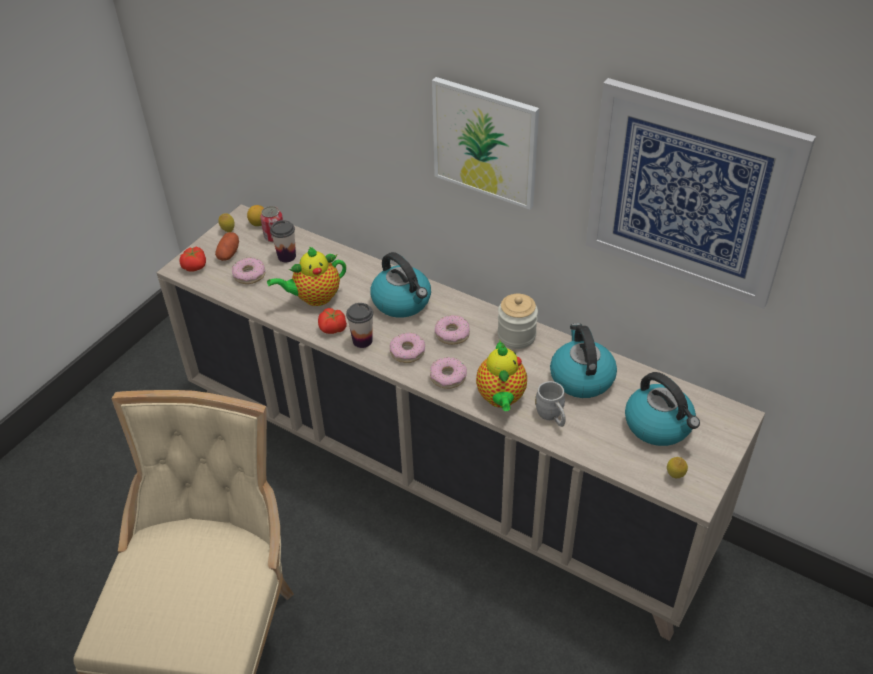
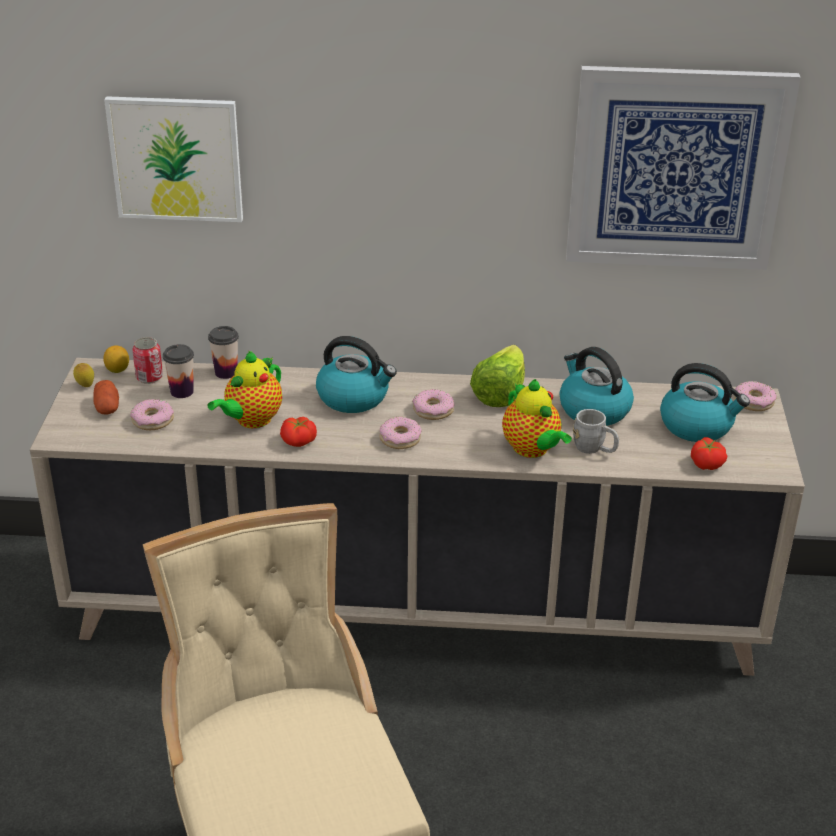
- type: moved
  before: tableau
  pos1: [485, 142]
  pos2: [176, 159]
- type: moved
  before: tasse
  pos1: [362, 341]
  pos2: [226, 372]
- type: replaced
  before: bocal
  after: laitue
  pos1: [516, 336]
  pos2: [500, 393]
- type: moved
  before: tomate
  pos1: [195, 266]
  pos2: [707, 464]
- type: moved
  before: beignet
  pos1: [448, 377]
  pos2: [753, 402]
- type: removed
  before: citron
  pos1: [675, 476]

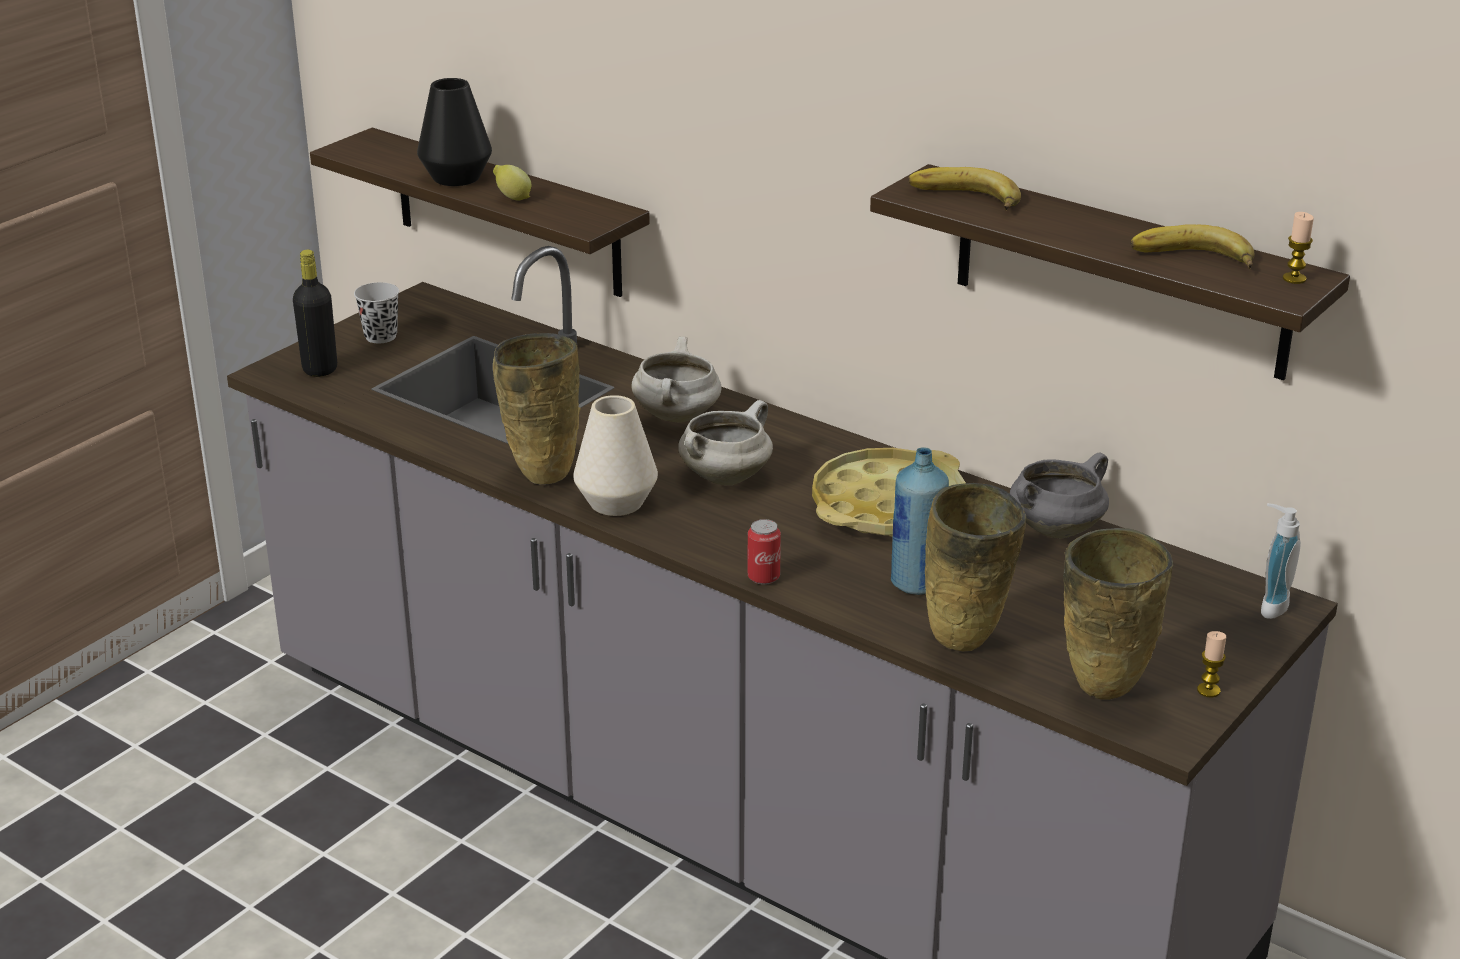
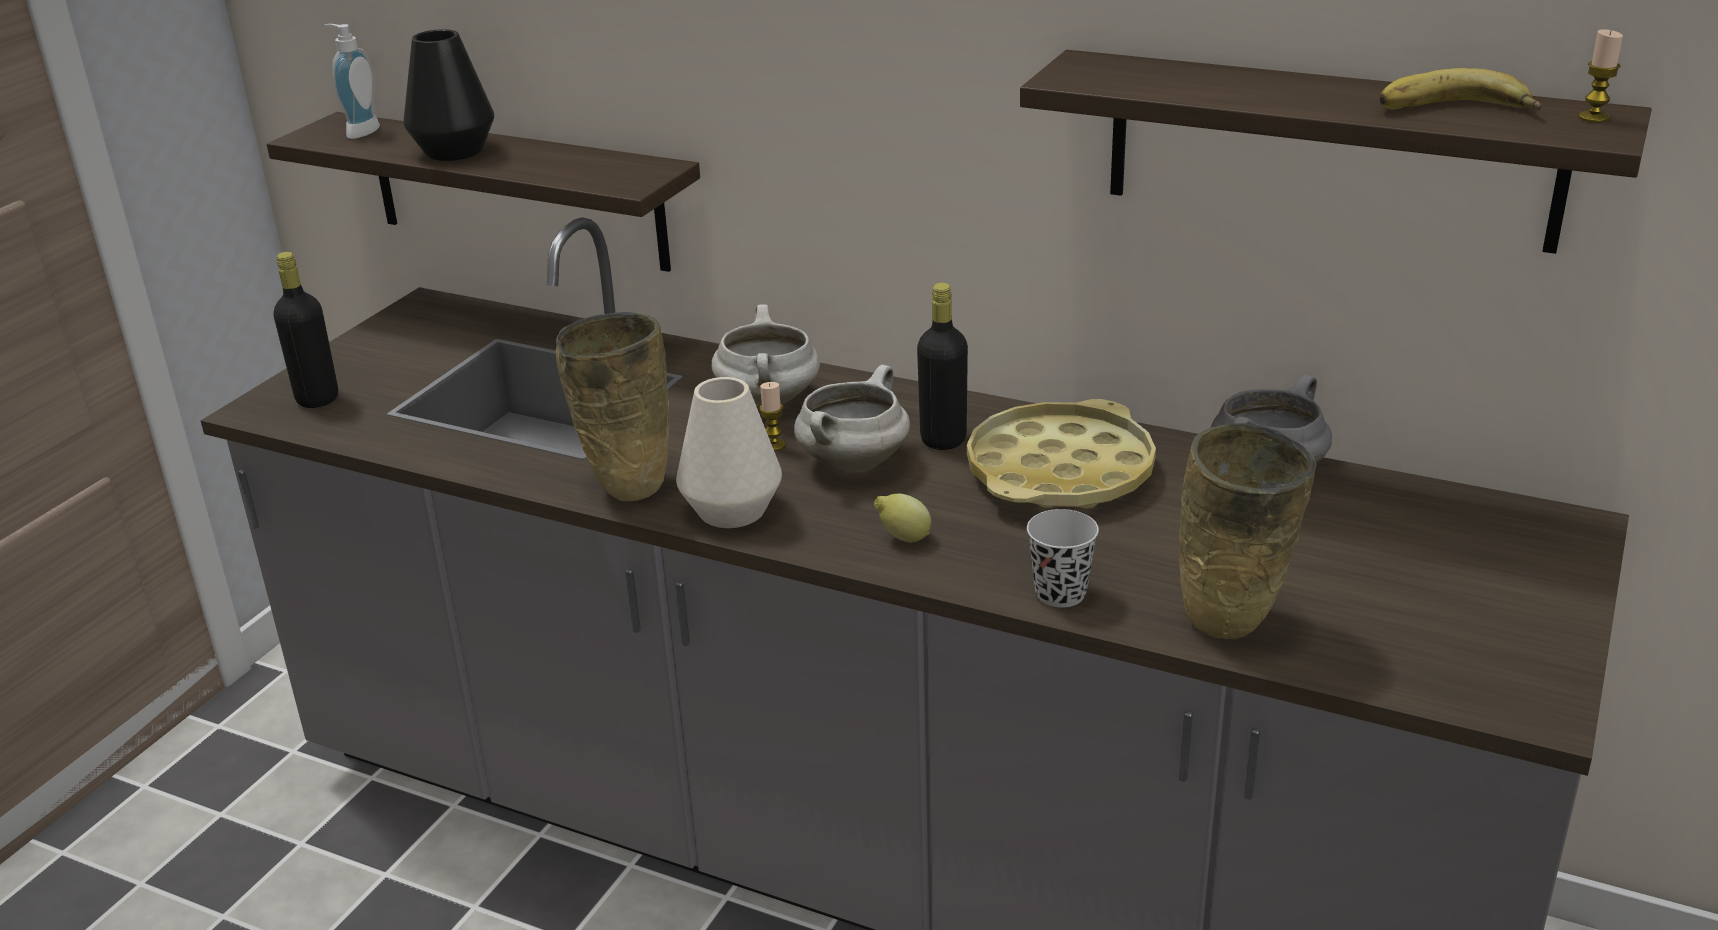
- type: moved
  before: distributeur de savon
  pos1: [1269, 606]
  pos2: [359, 131]
- type: moved
  before: bougie
  pos1: [1208, 690]
  pos2: [774, 445]
- type: moved
  before: citron
  pos1: [512, 198]
  pos2: [903, 538]
- type: added
  after: bouteille (noir)
  pos2: [943, 439]
- type: moved
  before: tasse (noir)
  pos1: [380, 336]
  pos2: [1060, 593]
- type: removed
  before: boîte métallique
  pos1: [763, 577]
- type: removed
  before: bouteille (bleu)
  pos1: [916, 583]
- type: removed
  before: banane
  pos1: [963, 199]
- type: removed
  before: vase (beige)
  pos1: [1102, 690]

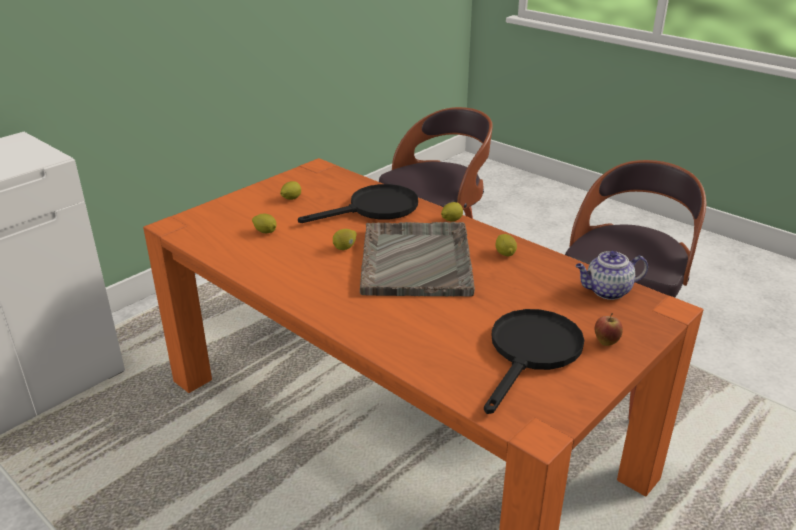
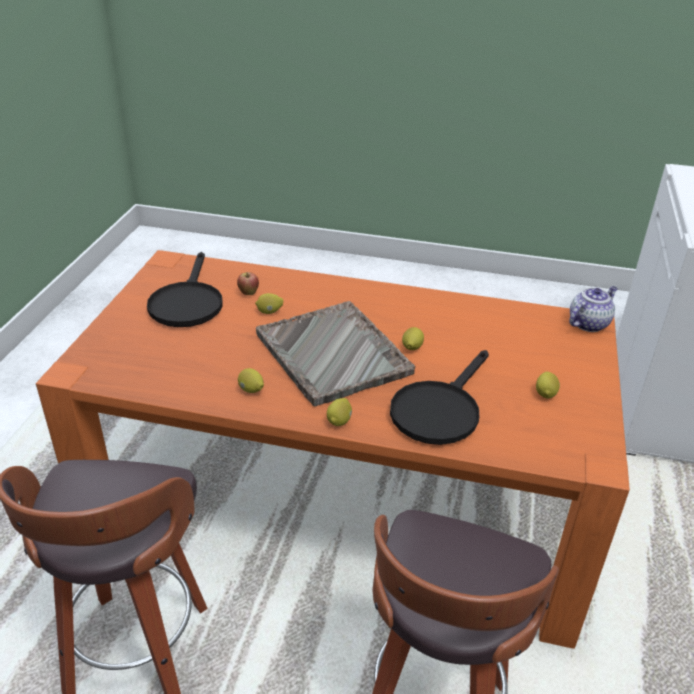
- type: moved
  before: pomme
  pos1: [606, 342]
  pos2: [248, 293]
- type: moved
  before: citron
  pos1: [265, 232]
  pos2: [269, 312]
- type: moved
  before: théière
  pos1: [607, 291]
  pos2: [588, 323]

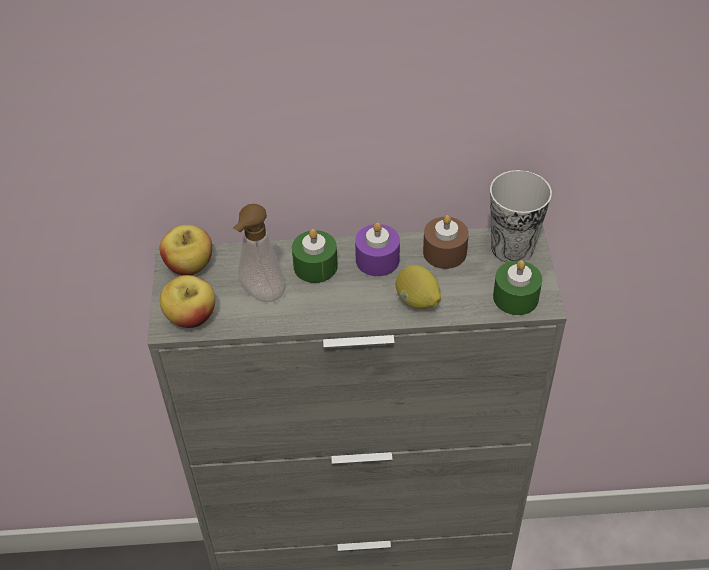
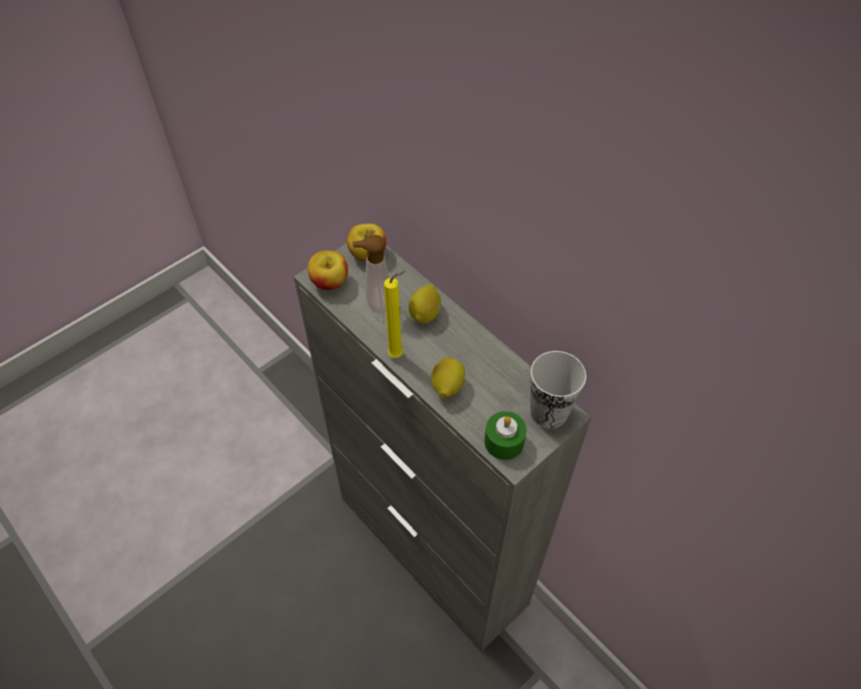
- type: added
  after: bougie (jaune)
  pos2: [398, 355]
- type: replaced
  before: bougie (vert)
  after: citron
  pos1: [315, 266]
  pos2: [425, 314]
- type: removed
  before: bougie (violet)
  pos1: [377, 260]
- type: removed
  before: bougie (marron)
  pos1: [444, 252]

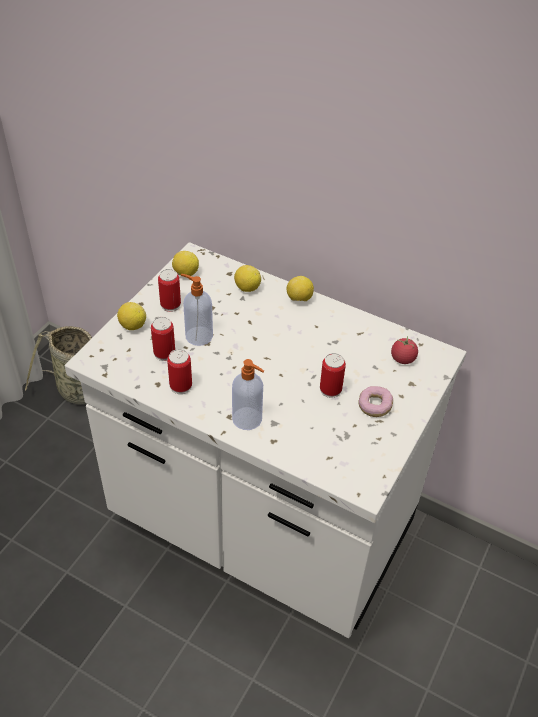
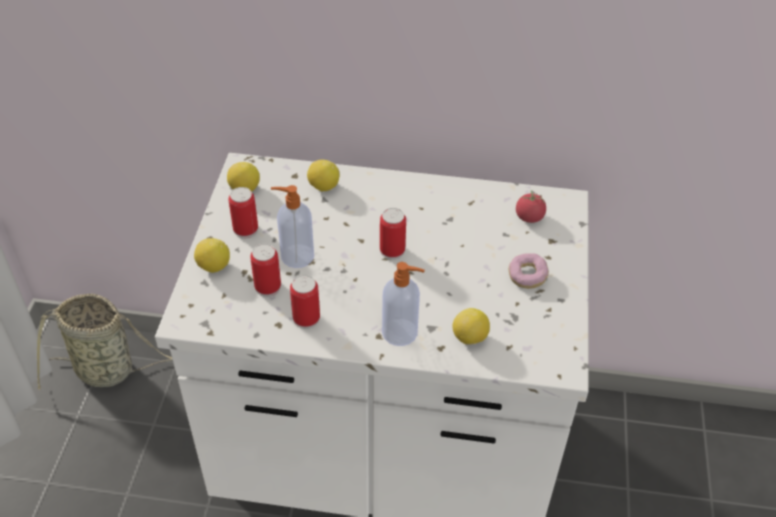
- type: moved
  before: boîte métallique
  pos1: [330, 390]
  pos2: [392, 251]
- type: moved
  before: citron
  pos1: [299, 299]
  pos2: [469, 338]

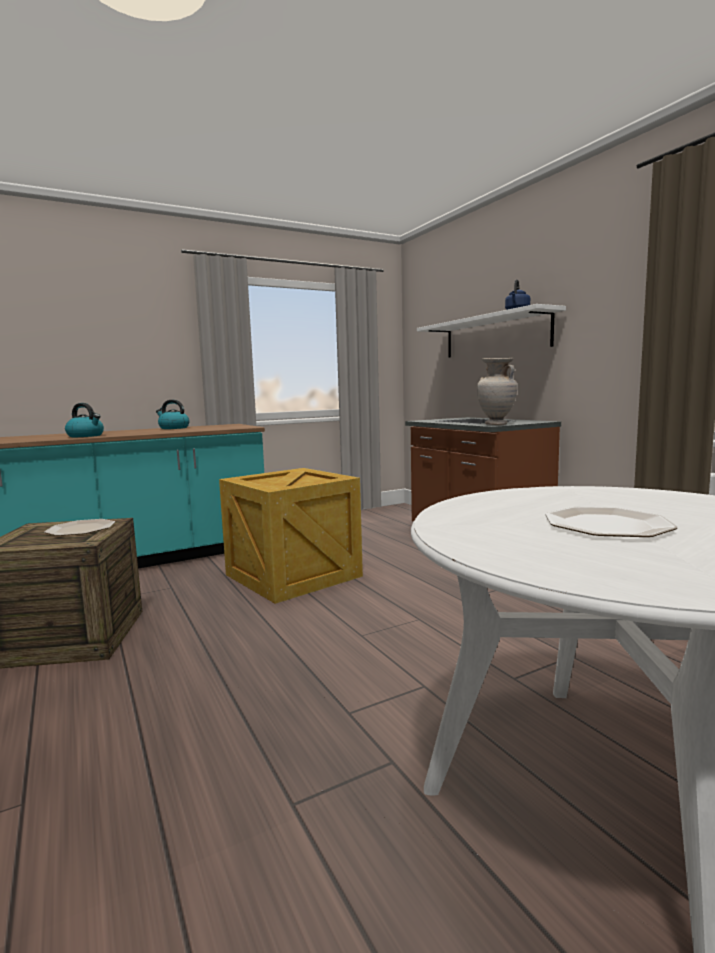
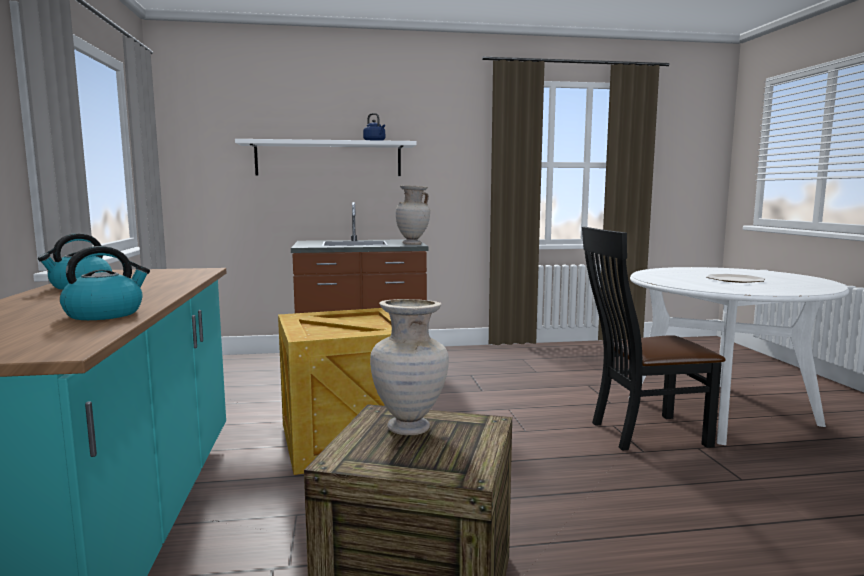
- type: replaced
  before: assiette
  after: vase (beige)
  pos1: [80, 529]
  pos2: [410, 428]
- type: added
  after: chaise (noir)
  pos2: [642, 433]

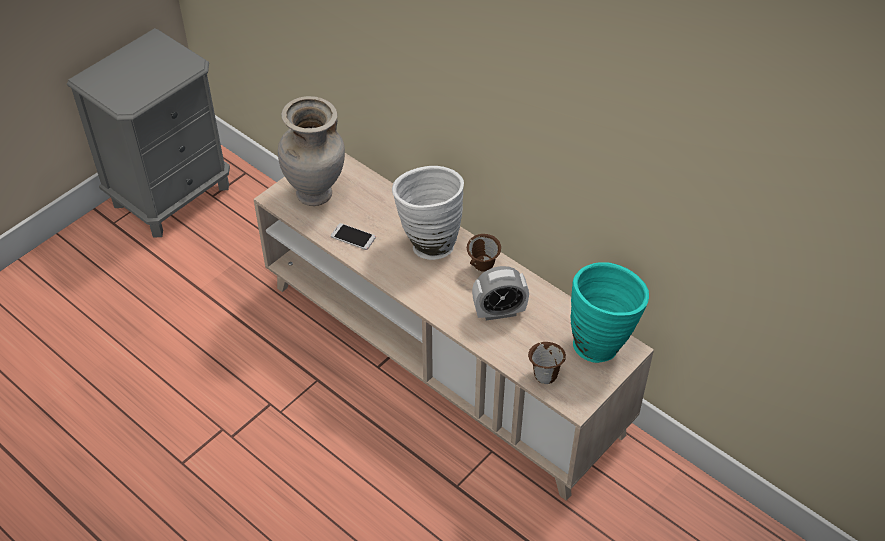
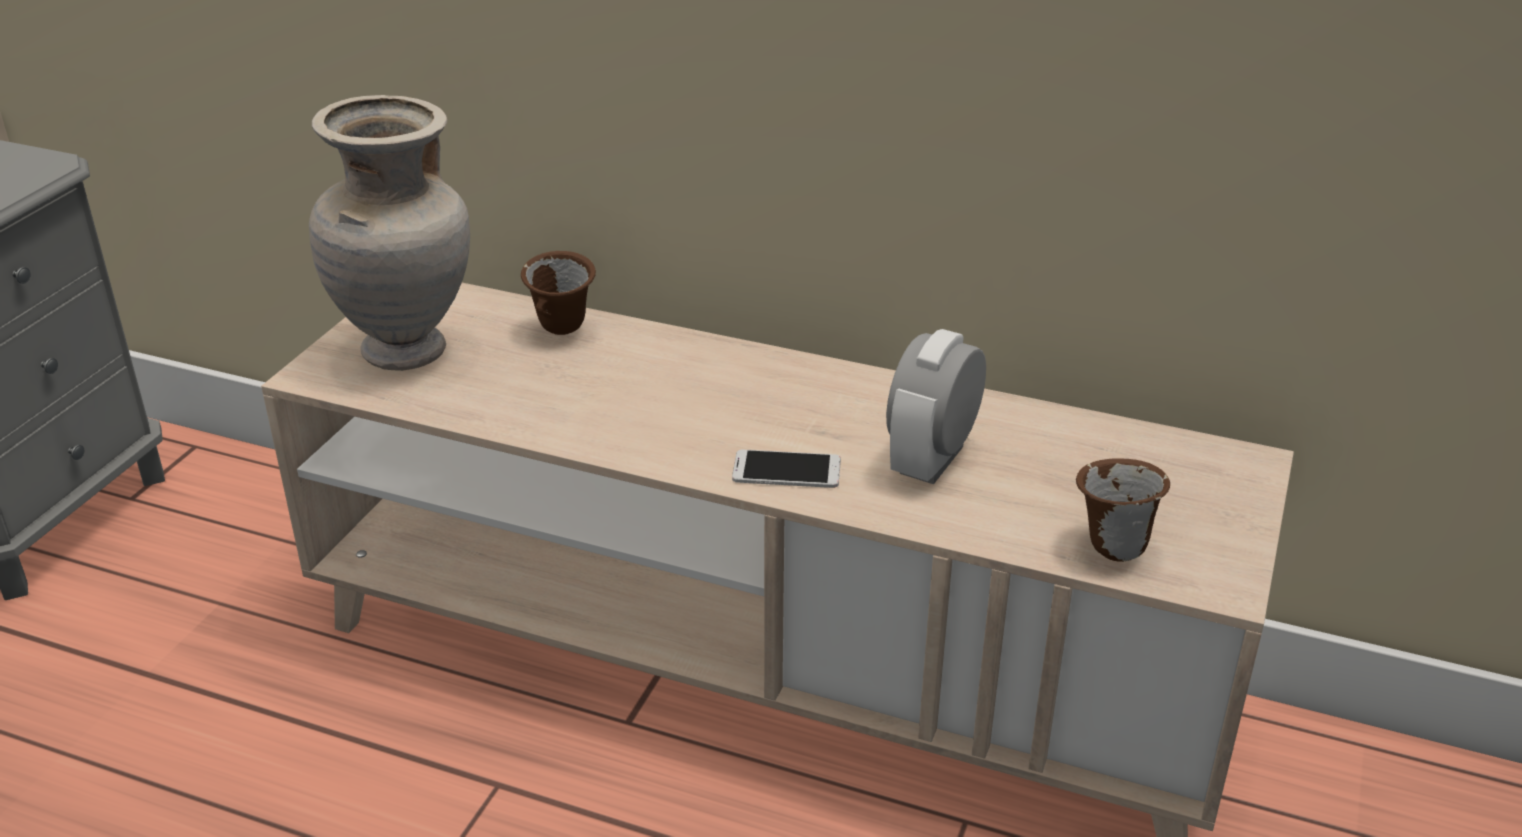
- type: moved
  before: mug (marron)
  pos1: [483, 268]
  pos2: [563, 332]
- type: moved
  before: téléphone
  pos1: [353, 237]
  pos2: [786, 470]
- type: turned
  before: réveil
  pos1: [499, 312]
  pos2: [932, 460]
  turn: 150
- type: removed
  before: vase (blanc)
  pos1: [428, 242]
- type: removed
  before: vase (turquoise)
  pos1: [601, 342]

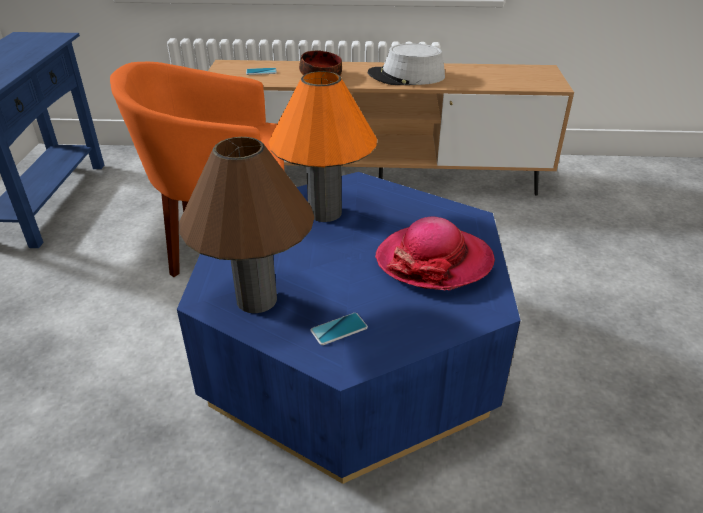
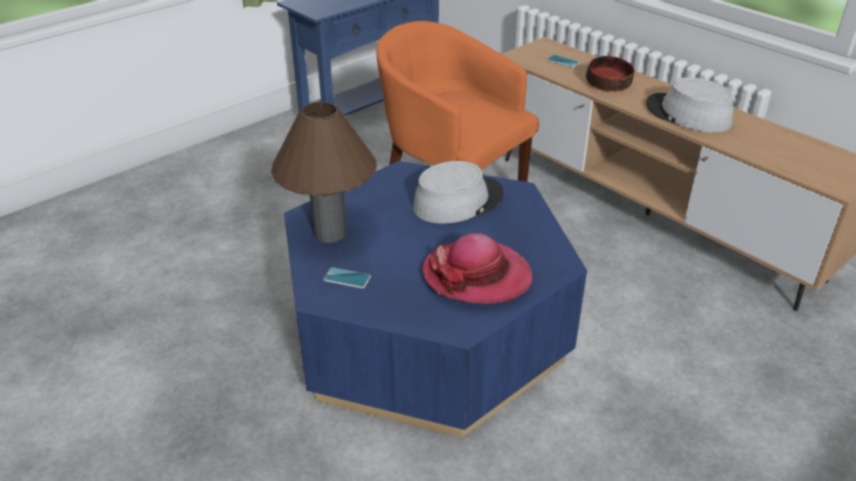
- type: replaced
  before: lampe de table (orange)
  after: chapeau (gris)
  pos1: [325, 213]
  pos2: [458, 201]

